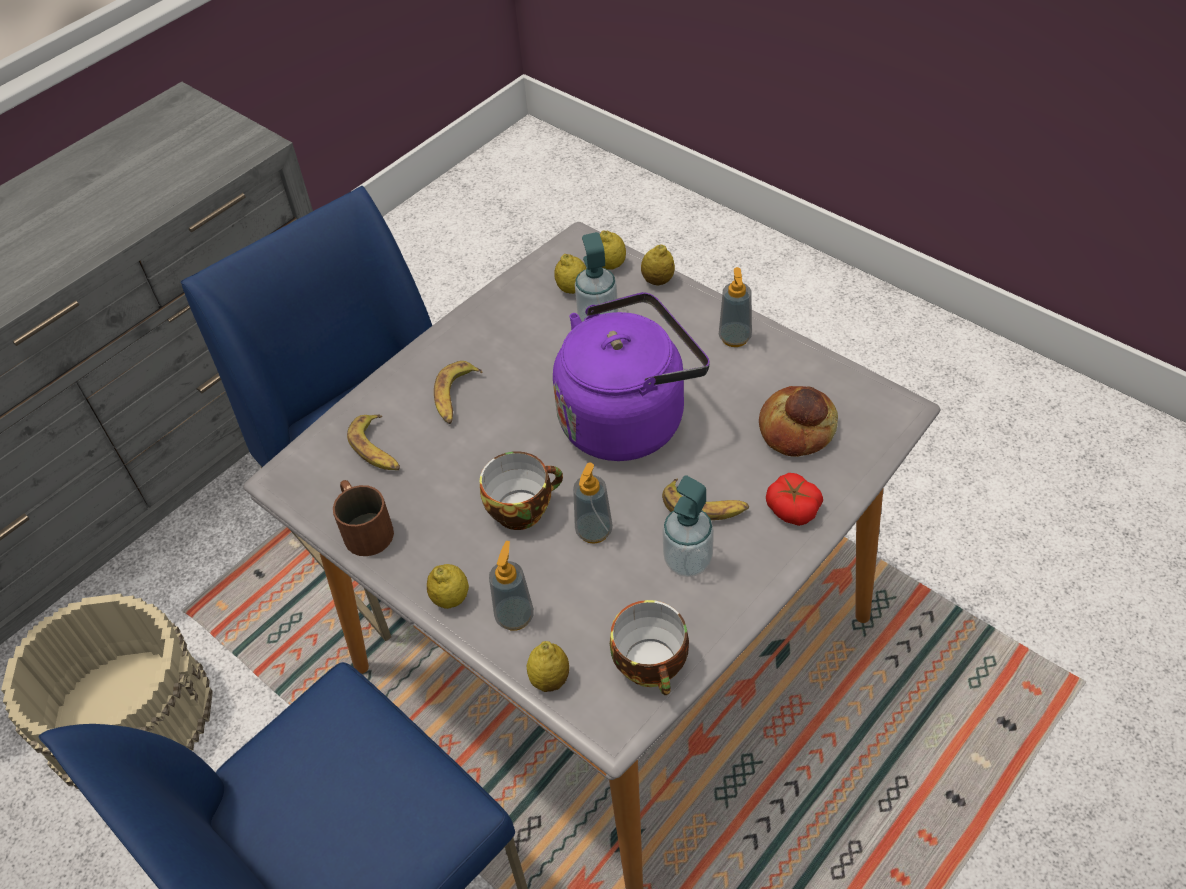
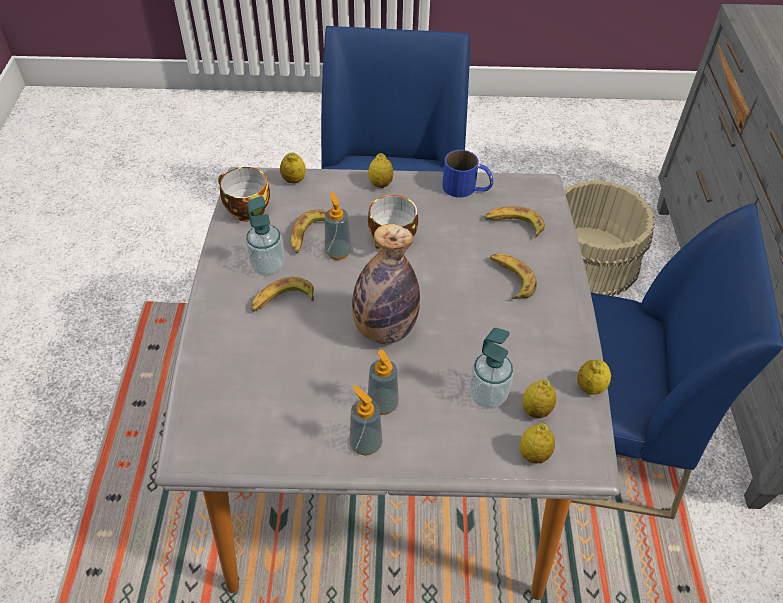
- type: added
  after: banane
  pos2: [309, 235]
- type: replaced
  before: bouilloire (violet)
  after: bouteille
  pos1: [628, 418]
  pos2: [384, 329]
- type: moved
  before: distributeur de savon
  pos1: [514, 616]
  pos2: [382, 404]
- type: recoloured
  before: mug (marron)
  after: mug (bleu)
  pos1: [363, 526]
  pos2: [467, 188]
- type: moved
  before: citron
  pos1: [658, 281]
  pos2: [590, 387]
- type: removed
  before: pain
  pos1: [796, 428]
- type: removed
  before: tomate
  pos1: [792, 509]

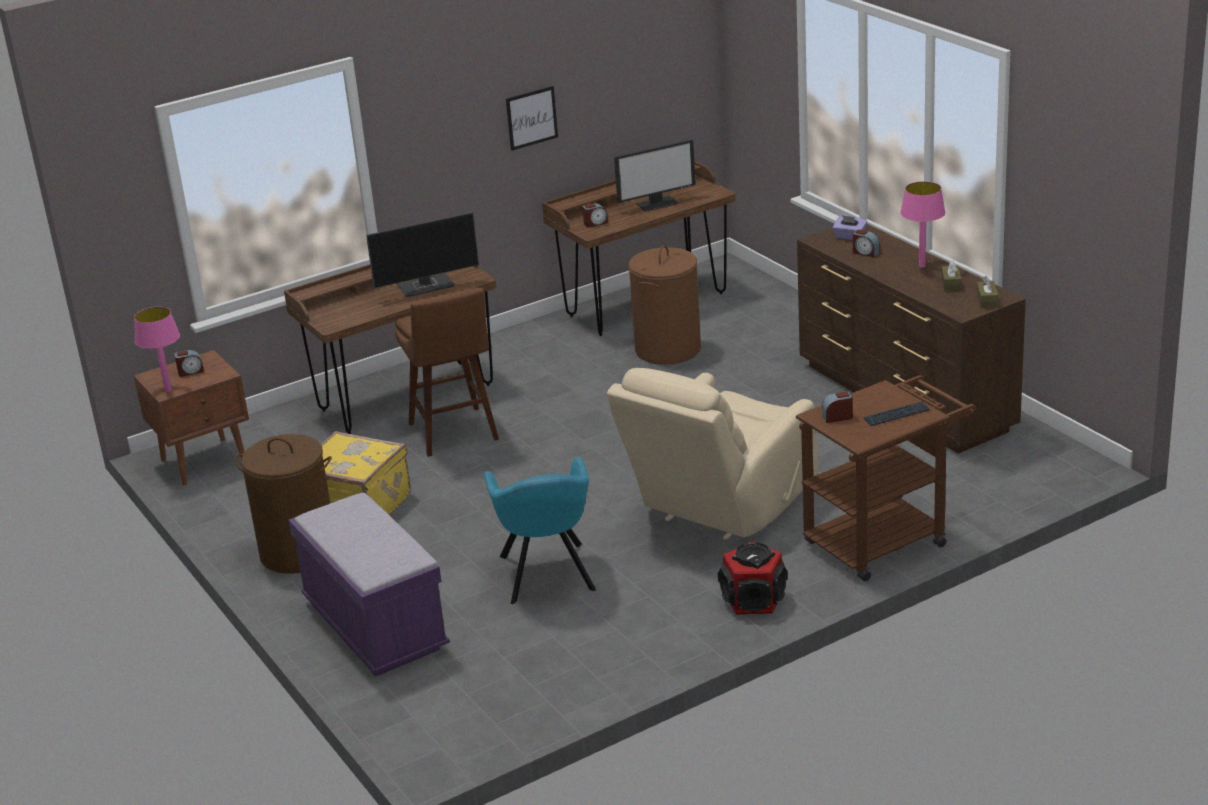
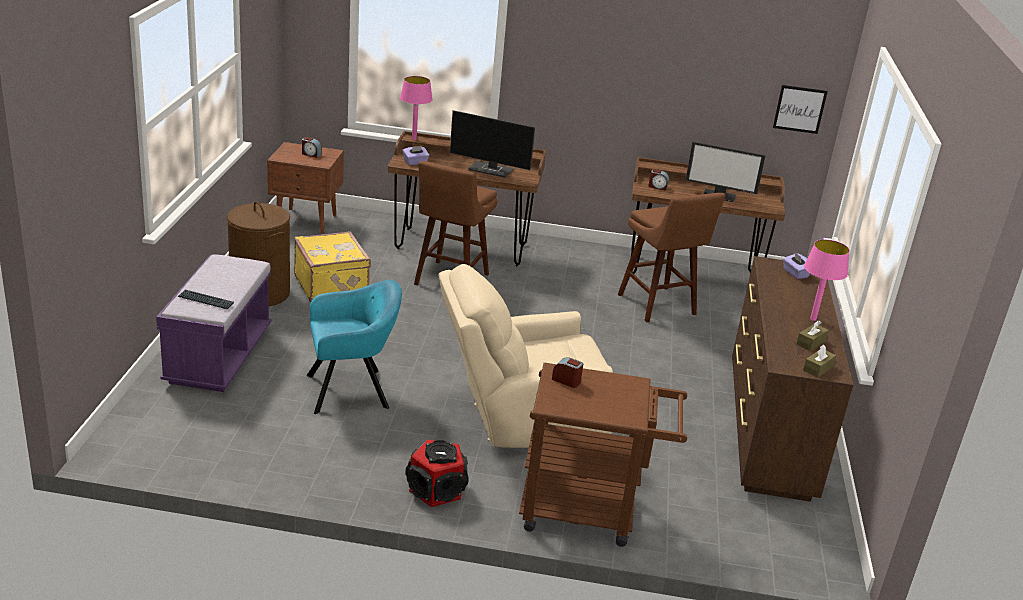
- type: moved
  before: clavier
  pos1: [897, 415]
  pos2: [205, 300]
- type: turned
  before: fauteuil (turquoise)
  pos1: [547, 575]
  pos2: [351, 391]
  turn: -135
- type: moved
  before: lampe de table (rose)
  pos1: [168, 390]
  pos2: [414, 139]
- type: added
  after: boîte à mouchoirs (violet)
  pos2: [415, 162]
- type: replaced
  before: panier à linge (marron)
  after: tabouret (marron)
  pos1: [668, 349]
  pos2: [658, 306]
- type: moved
  before: tableau
  pos1: [531, 118]
  pos2: [799, 109]
- type: removed
  before: réveil
  pos1: [865, 252]

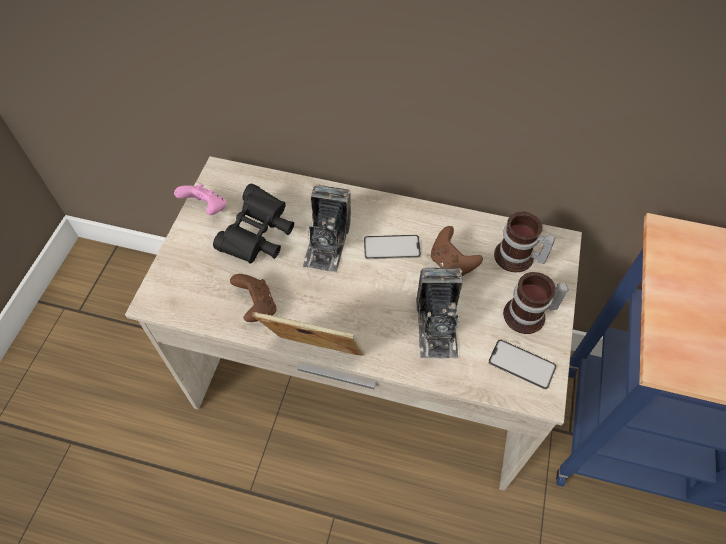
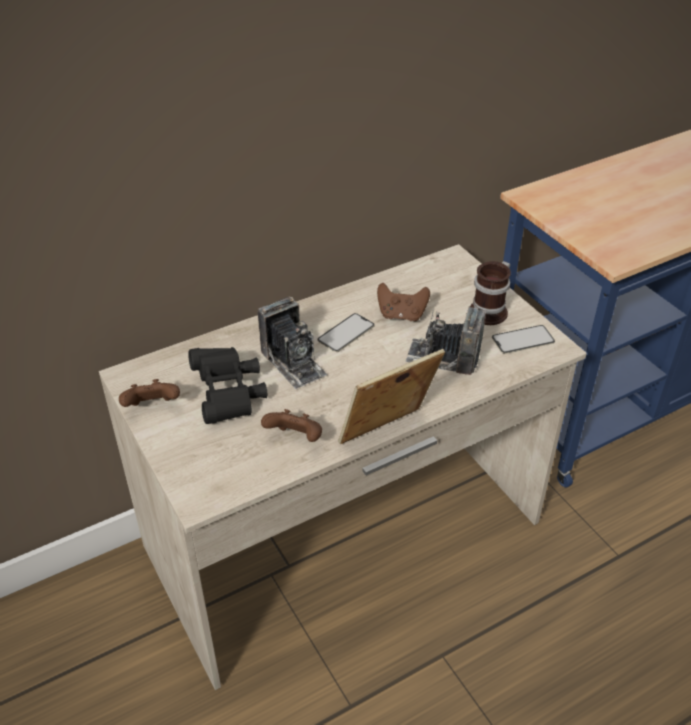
- type: recoloured
  before: manette (rose)
  after: manette (marron)
  pos1: [206, 208]
  pos2: [152, 407]
- type: turned
  before: appareil photo
  pos1: [437, 326]
  pos2: [443, 357]
  turn: 150
- type: removed
  before: mug
  pos1: [517, 259]

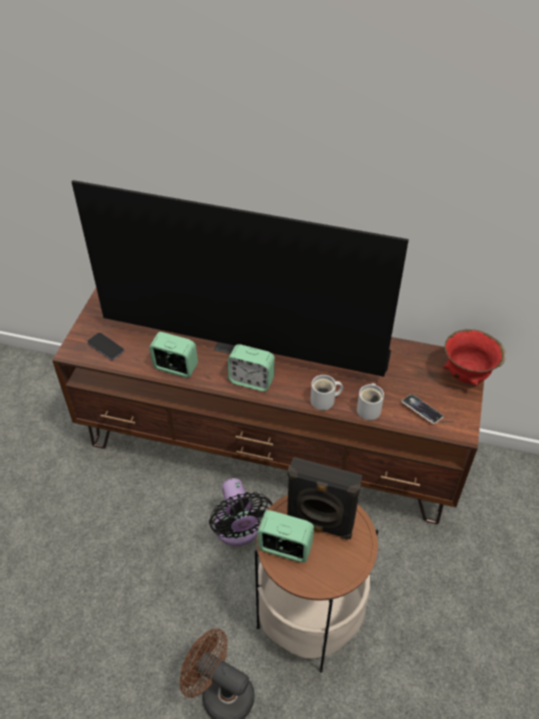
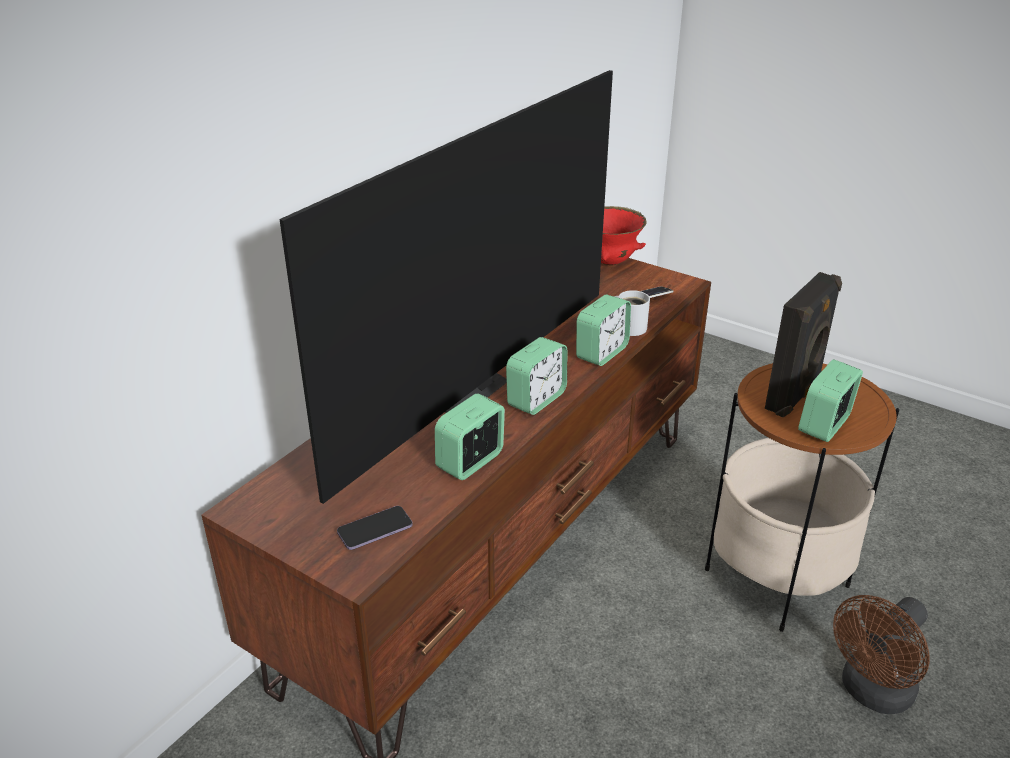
- type: replaced
  before: mug (blanc)
  after: réveil
  pos1: [325, 401]
  pos2: [601, 353]
- type: removed
  before: ventilateur (noir)
  pos1: [238, 530]

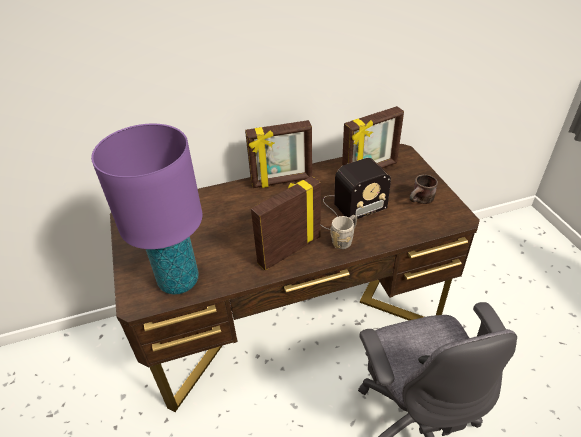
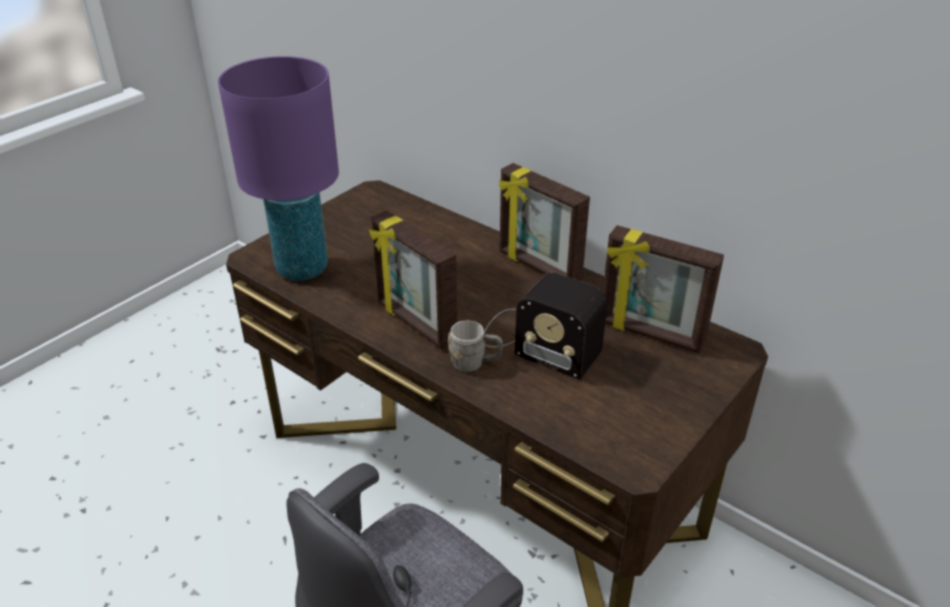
- type: turned
  before: cadre photo
  pos1: [288, 249]
  pos2: [415, 324]
  turn: -150
- type: removed
  before: mug (marron)
  pos1: [421, 201]

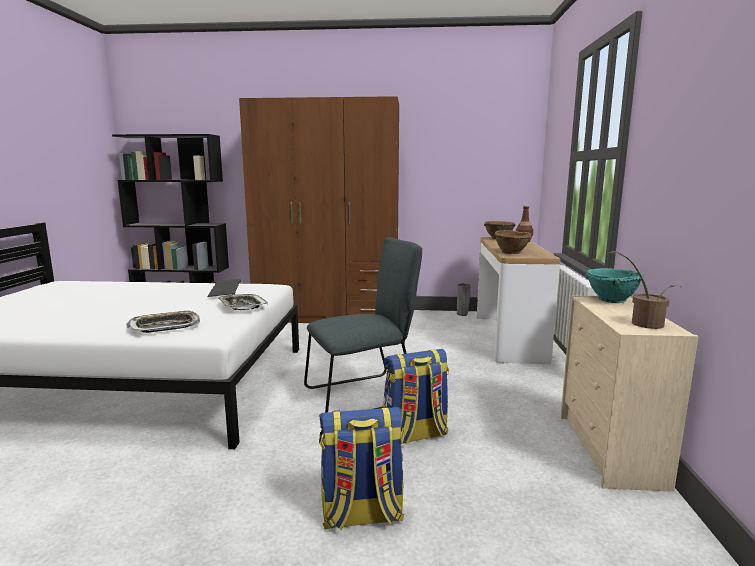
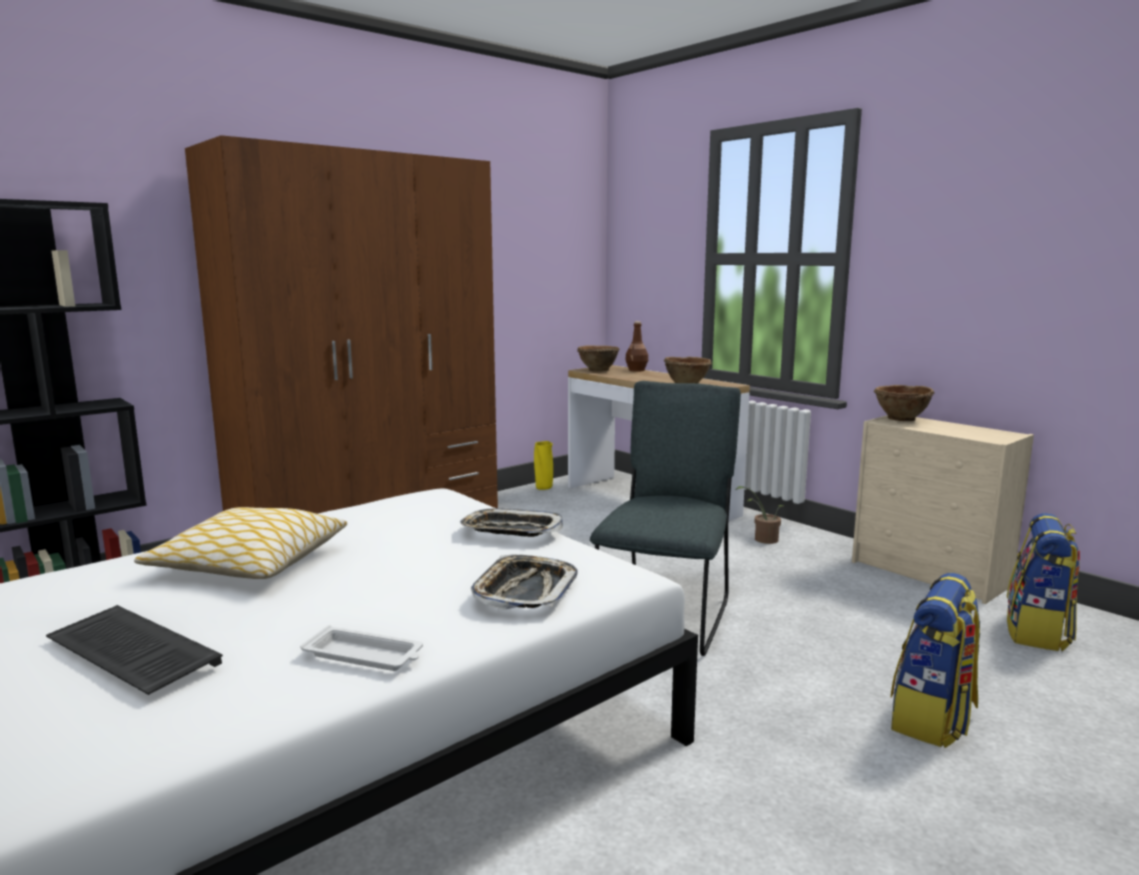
- type: moved
  before: clavier
  pos1: [224, 289]
  pos2: [128, 652]
- type: added
  after: coussin
  pos2: [249, 563]
- type: added
  after: plateau (blanc)
  pos2: [365, 656]
- type: recoloured
  before: vase (gris)
  after: vase (jaune)
  pos1: [462, 315]
  pos2: [543, 488]
- type: moved
  before: plante en pot
  pos1: [642, 323]
  pos2: [762, 539]
- type: recoloured
  before: bol (turquoise)
  after: bol (marron)
  pos1: [611, 300]
  pos2: [901, 419]
- type: moved
  before: sac à dos
  pos1: [415, 435]
  pos2: [1037, 632]

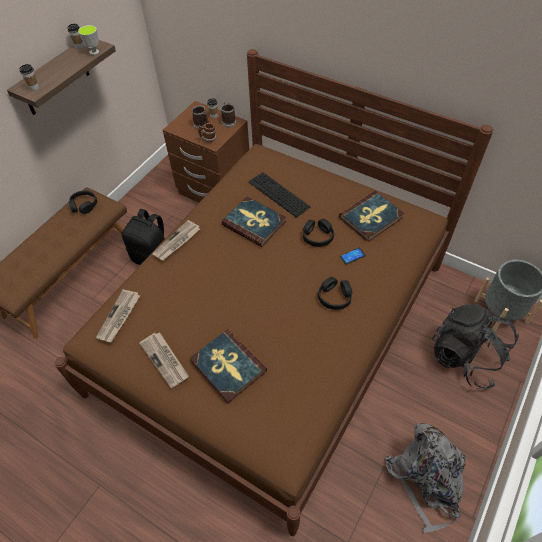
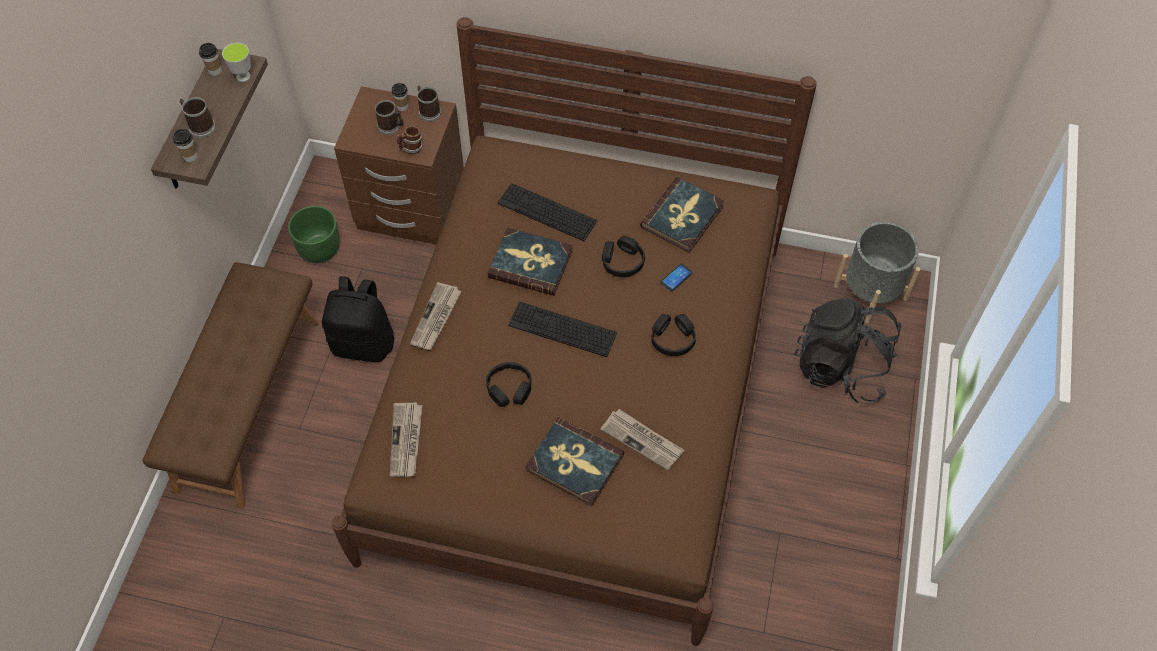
- type: added
  after: mug
  pos2: [200, 126]
- type: added
  after: cache-pot (vert)
  pos2: [319, 249]
- type: moved
  before: casque audio (noir)
  pos1: [84, 205]
  pos2: [509, 388]
- type: added
  after: clavier
  pos2: [562, 329]
- type: moved
  before: journal
  pos1: [165, 360]
  pos2: [642, 440]
- type: removed
  before: sac à dos (gris)
  pos1: [427, 479]

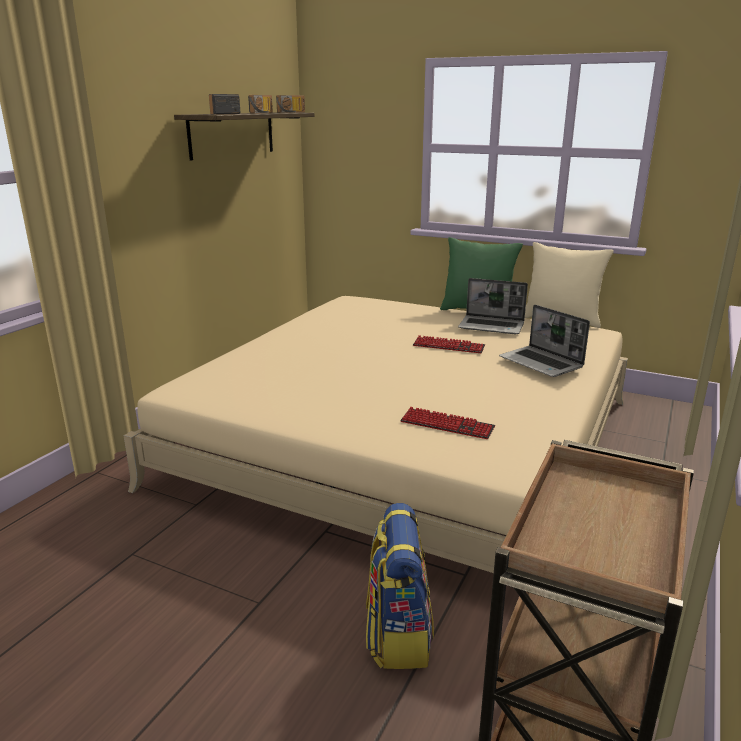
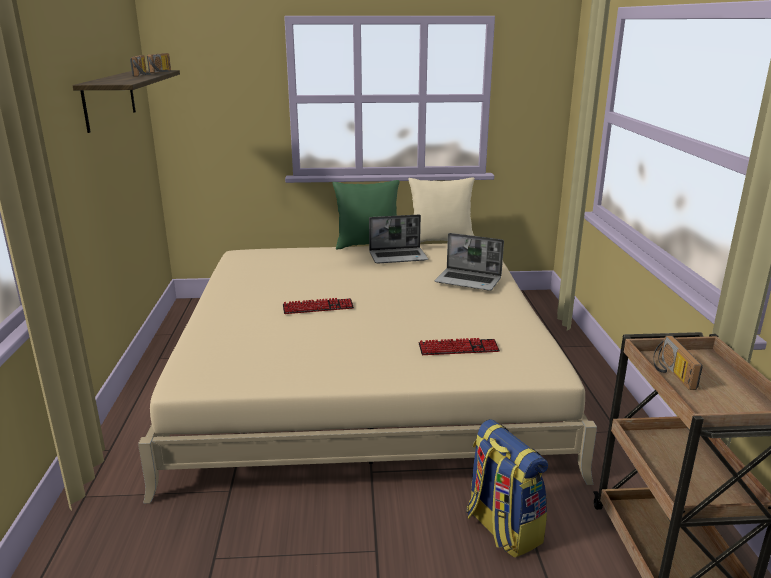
- type: moved
  before: clavier
  pos1: [448, 346]
  pos2: [318, 307]
- type: moved
  before: radio
  pos1: [223, 114]
  pos2: [671, 373]

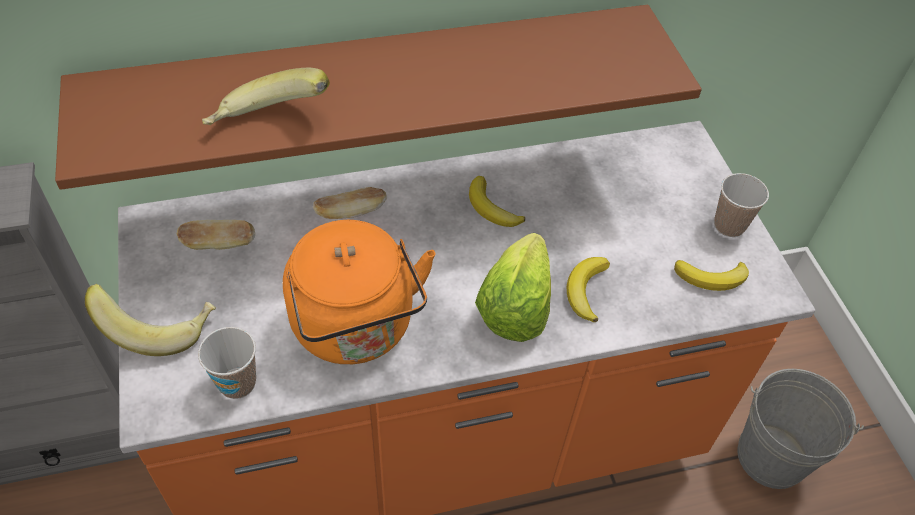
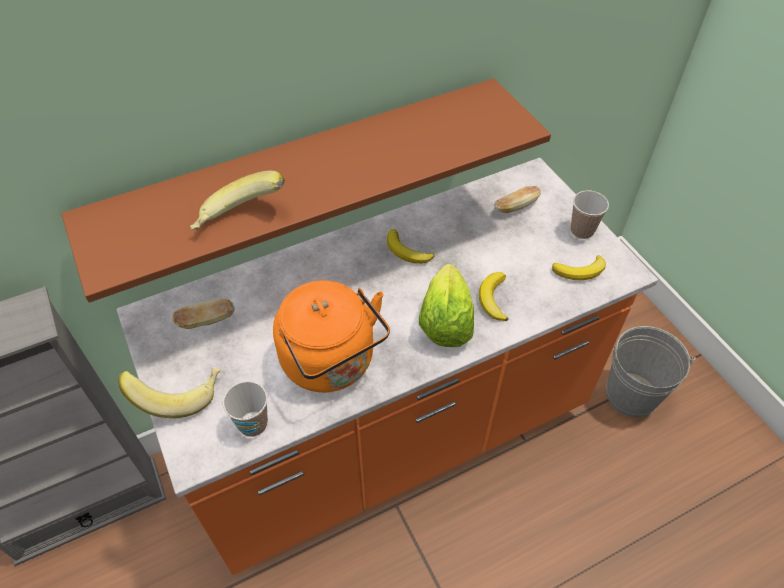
- type: moved
  before: pain
  pos1: [350, 212]
  pos2: [515, 207]

